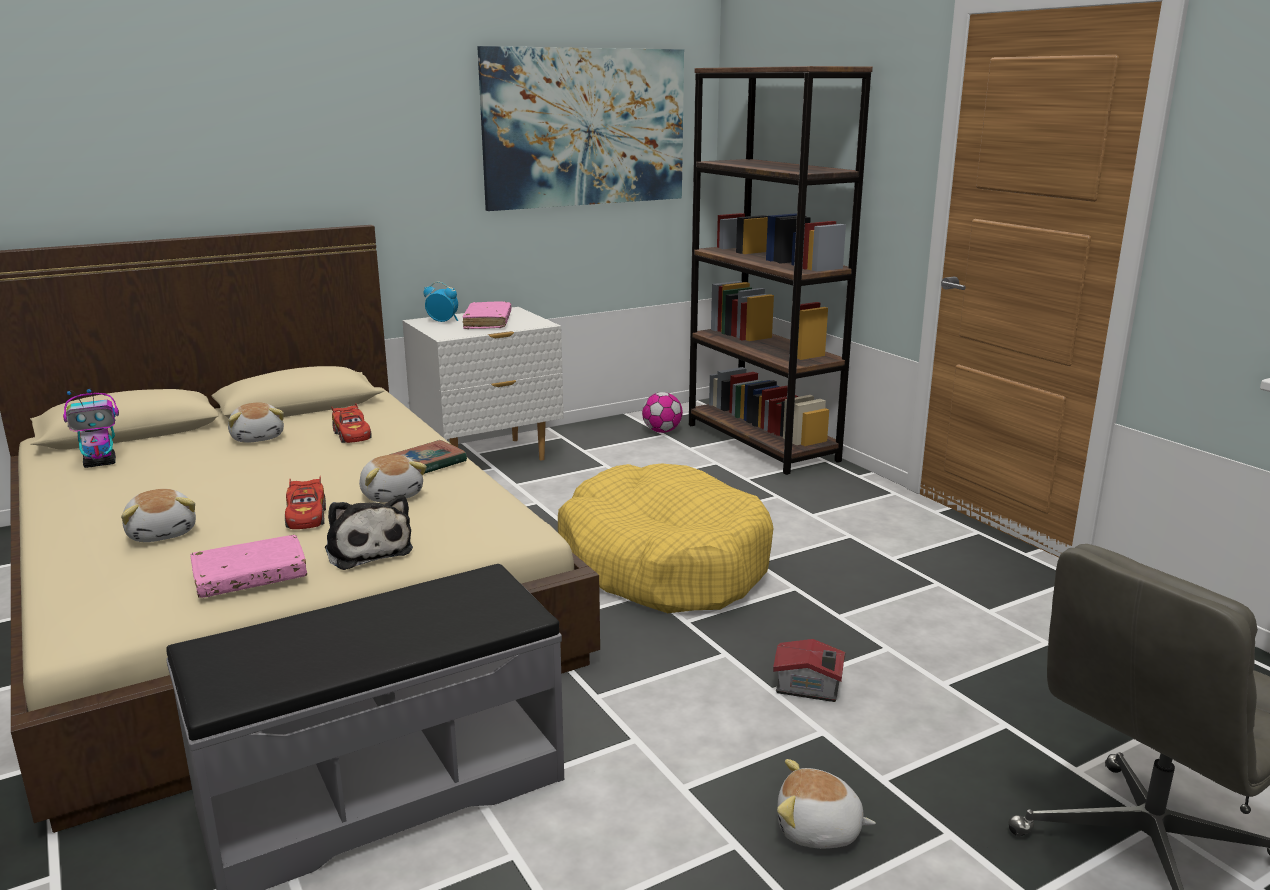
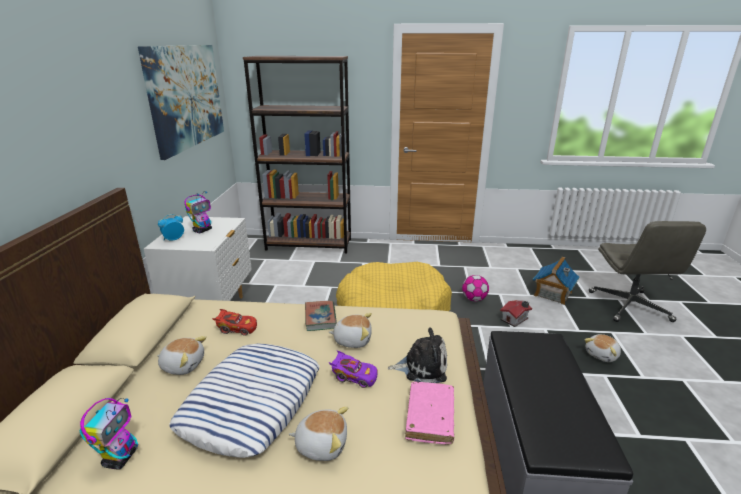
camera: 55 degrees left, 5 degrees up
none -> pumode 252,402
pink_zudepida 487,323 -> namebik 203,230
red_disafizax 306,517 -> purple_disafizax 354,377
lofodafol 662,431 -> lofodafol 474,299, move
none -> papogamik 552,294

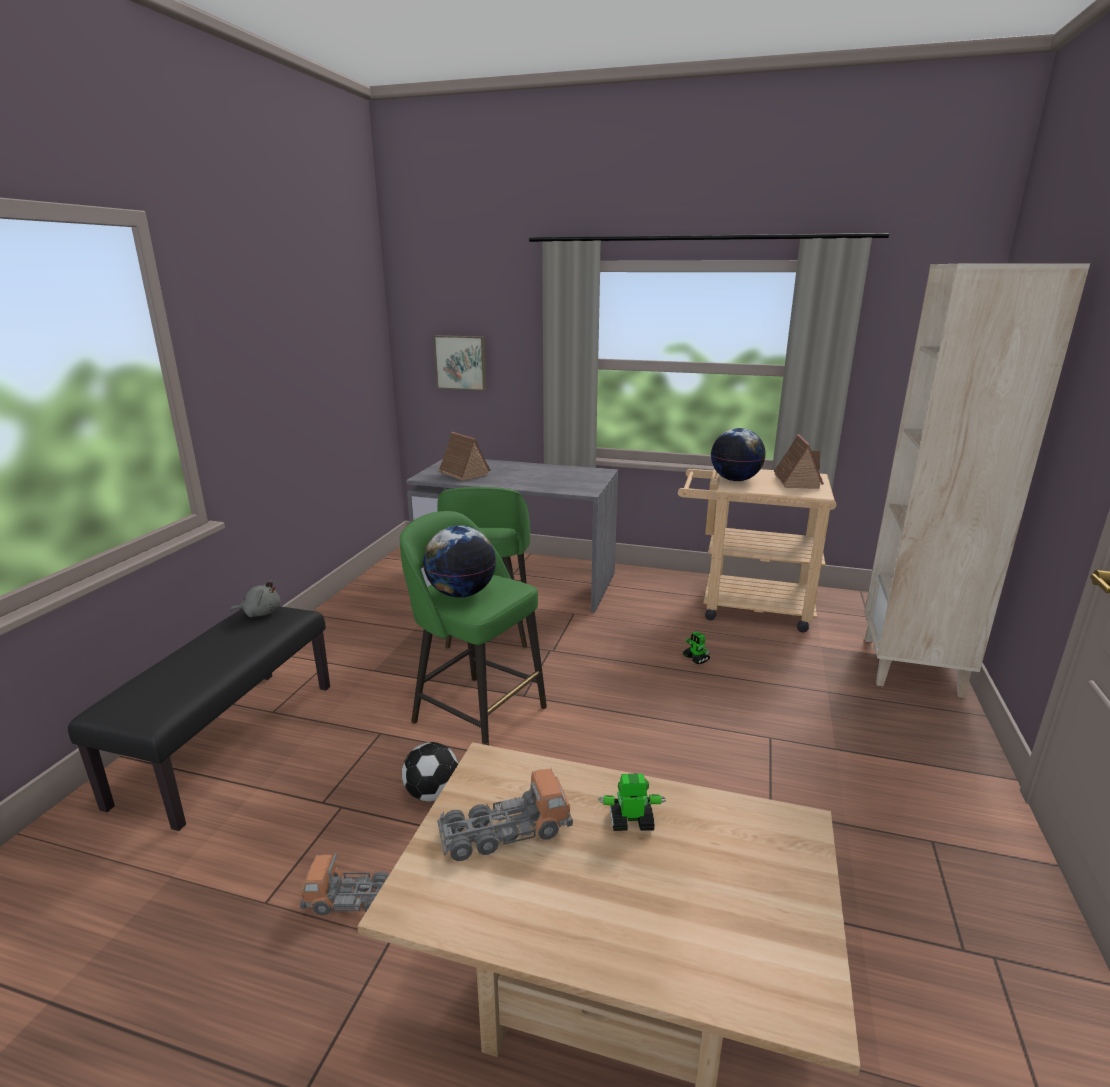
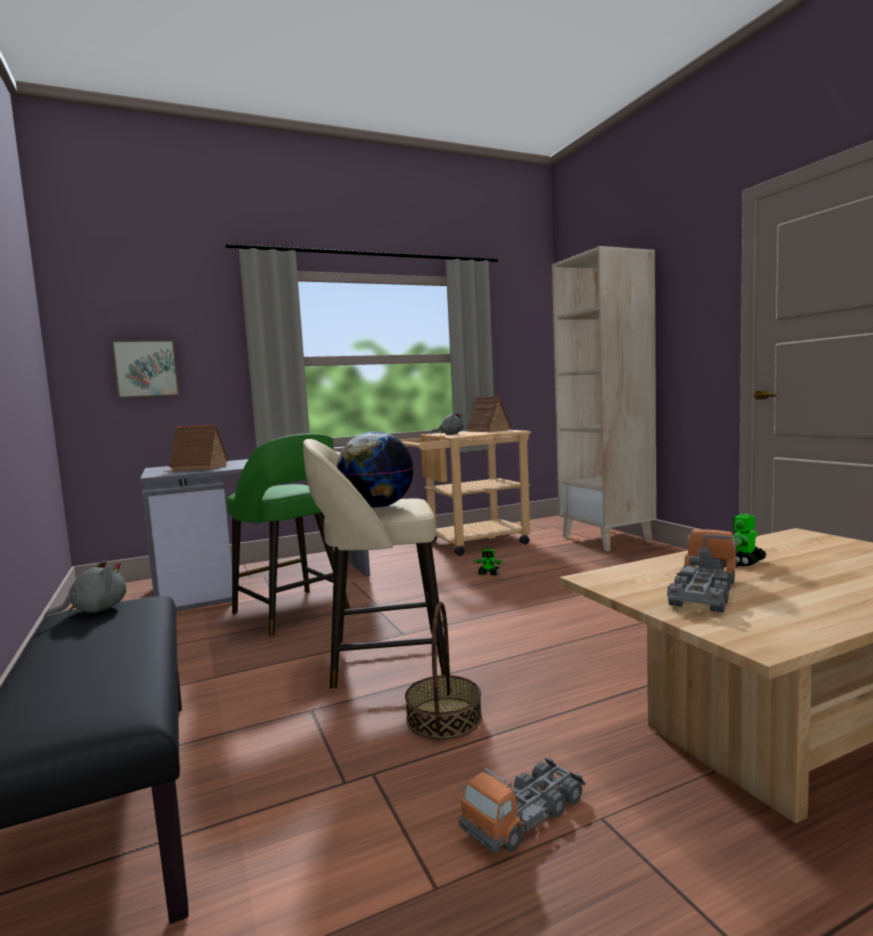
camera: 40 degrees left, 15 degrees down
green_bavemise 476,713 -> beige_bavemise 383,658
lofodafol 432,793 -> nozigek 443,718
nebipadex 735,480 -> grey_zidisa 450,434

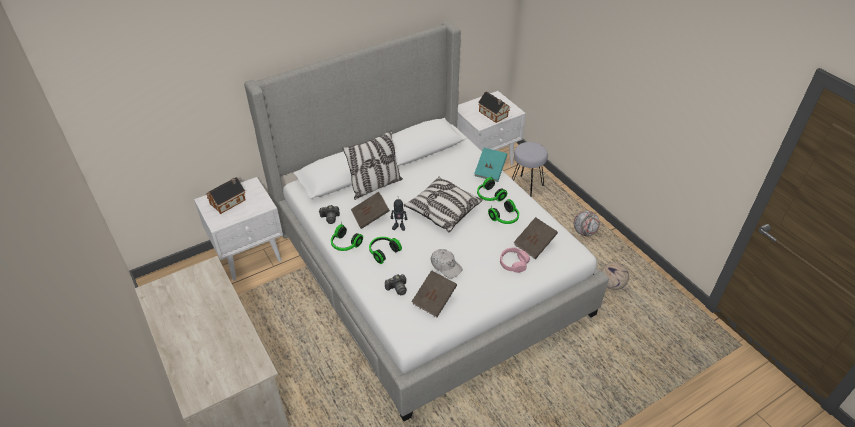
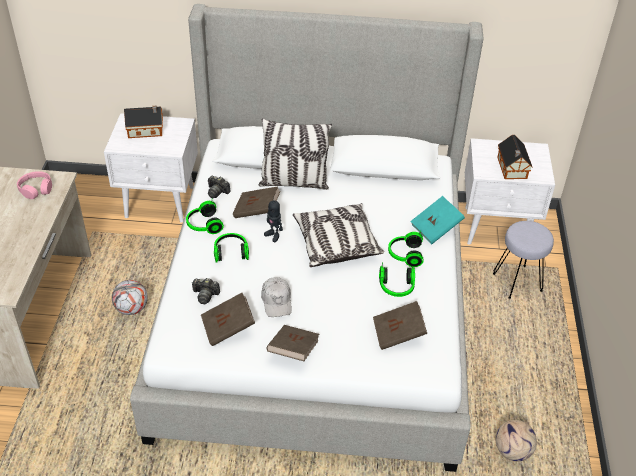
camera: 35 degrees right, 0 degrees up
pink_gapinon 513,263 -> pink_gapinon 36,189, move
lofodafol 584,232 -> lofodafol 132,309, move
none -> brown_zudepida 293,351

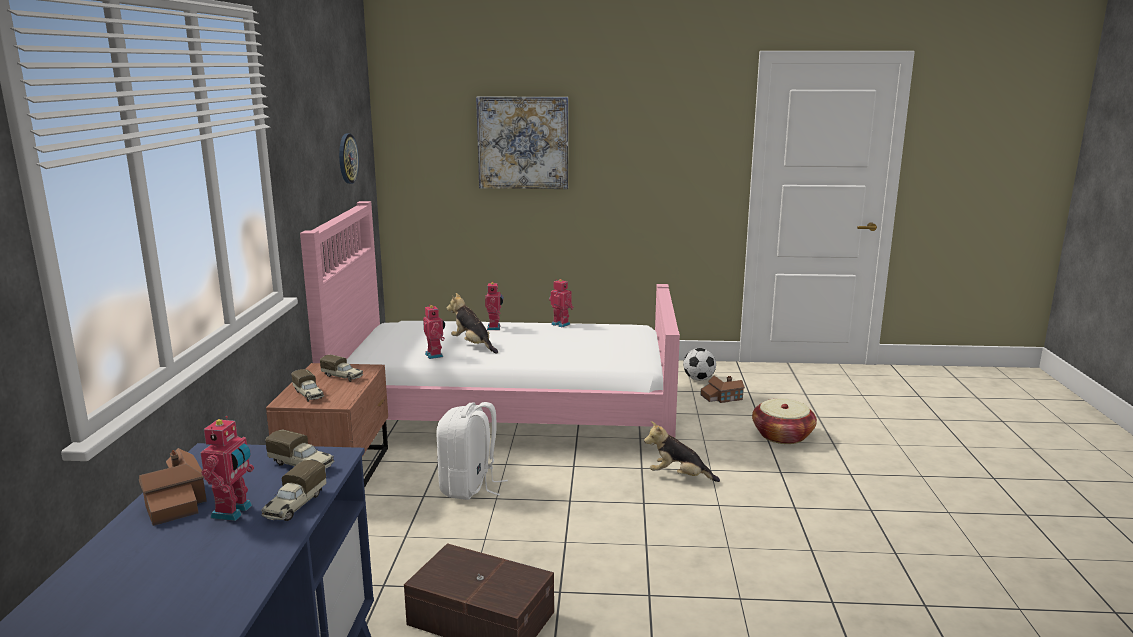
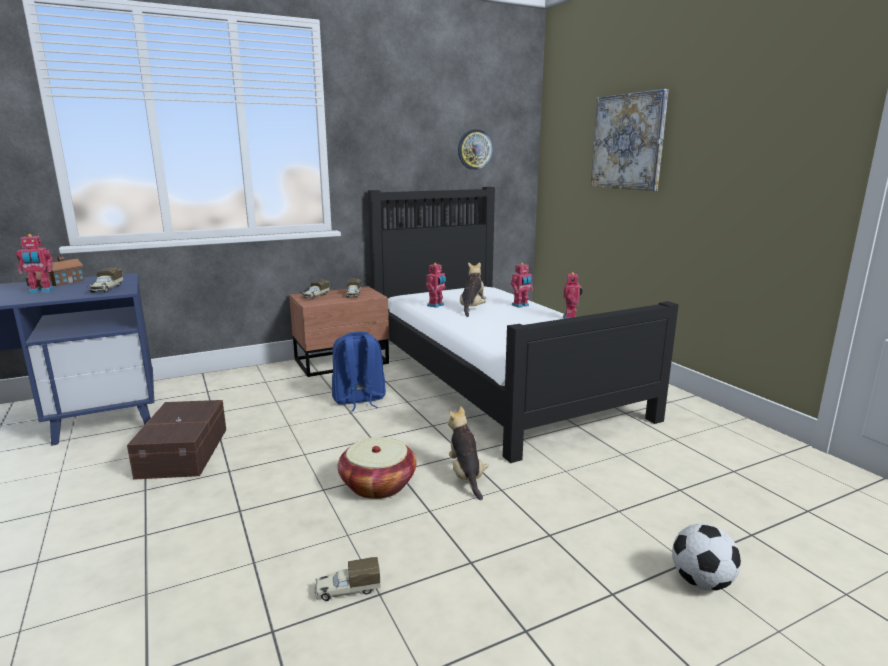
camera: 60 degrees right, 0 degrees up
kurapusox 294,506 -> kurapusox 347,590, move
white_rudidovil 469,487 -> blue_rudidovil 359,400
nozigek 782,435 -> nozigek 378,485, move
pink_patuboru 505,411 -> black_patuboru 494,378
lofodafol 698,379 -> lofodafol 701,582, move
papogamik 721,397 -> none

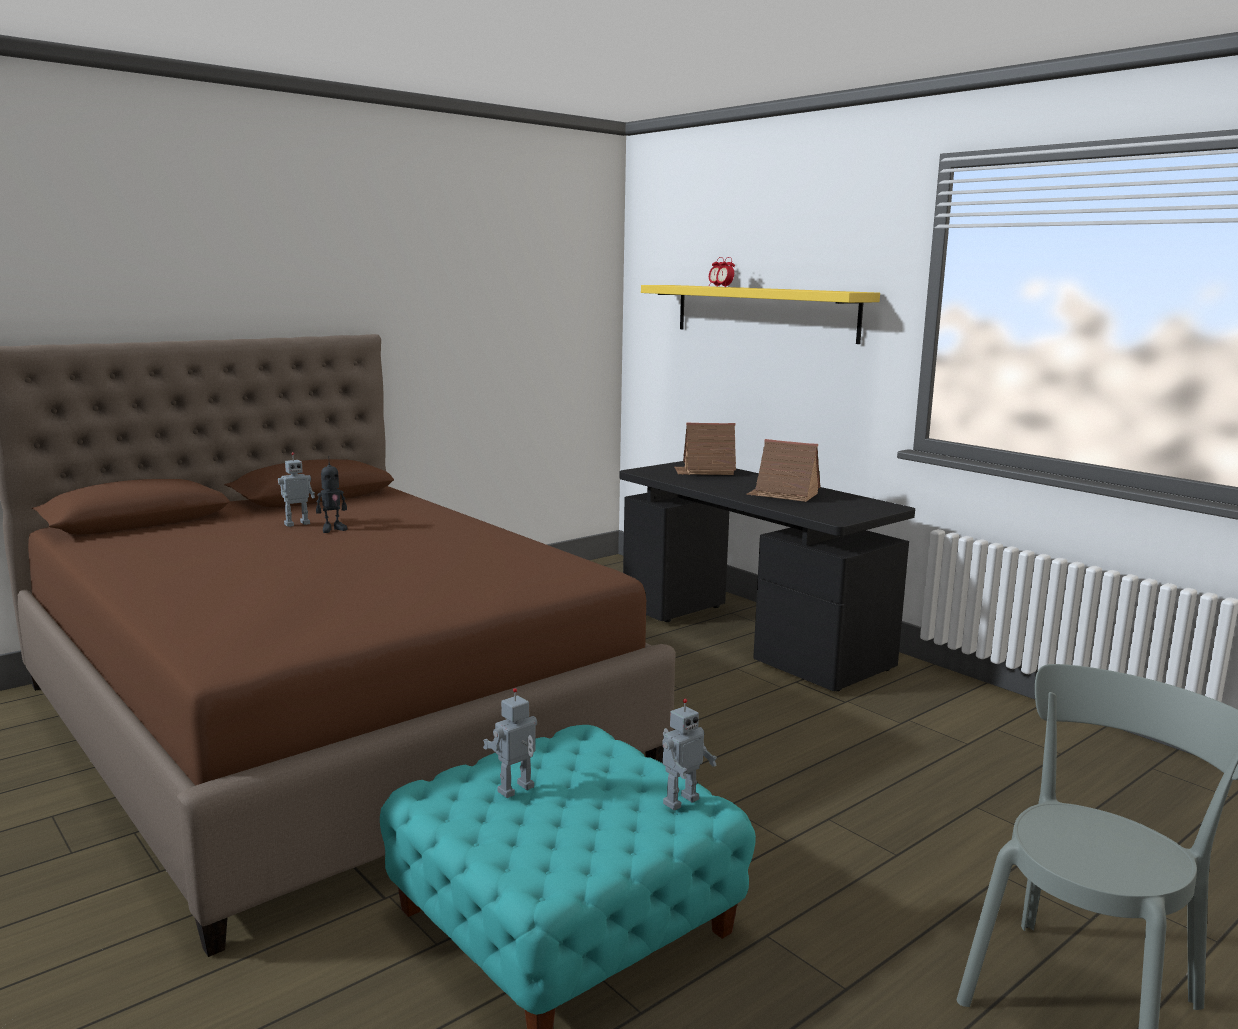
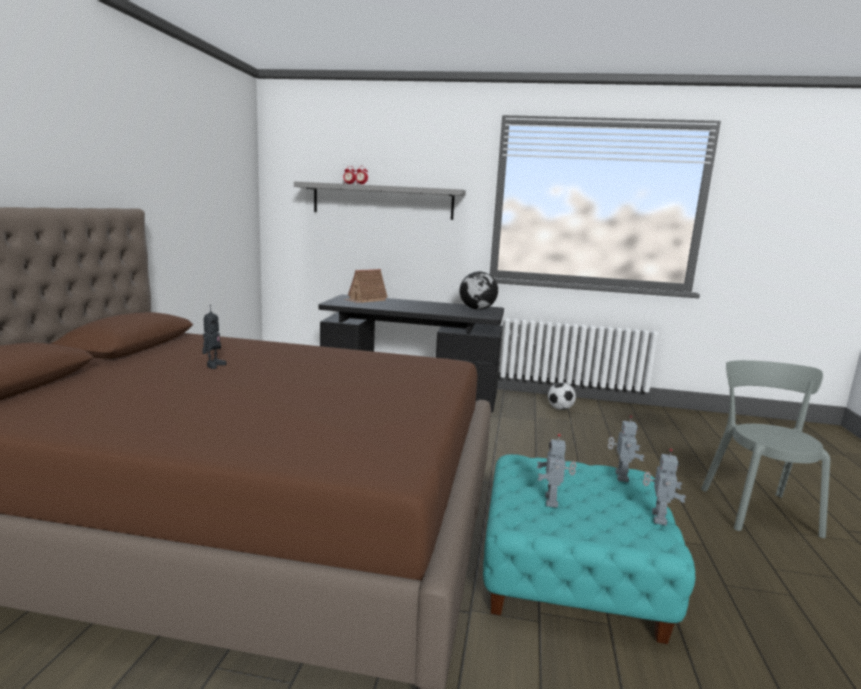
camera: 40 degrees left, 0 degrees up
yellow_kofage 763,312 -> grey_kofage 382,201
none -> nebipadex 477,309
none -> lofodafol 560,409
namebik 297,524 -> namebik 657,518, move
papogamik 783,494 -> none

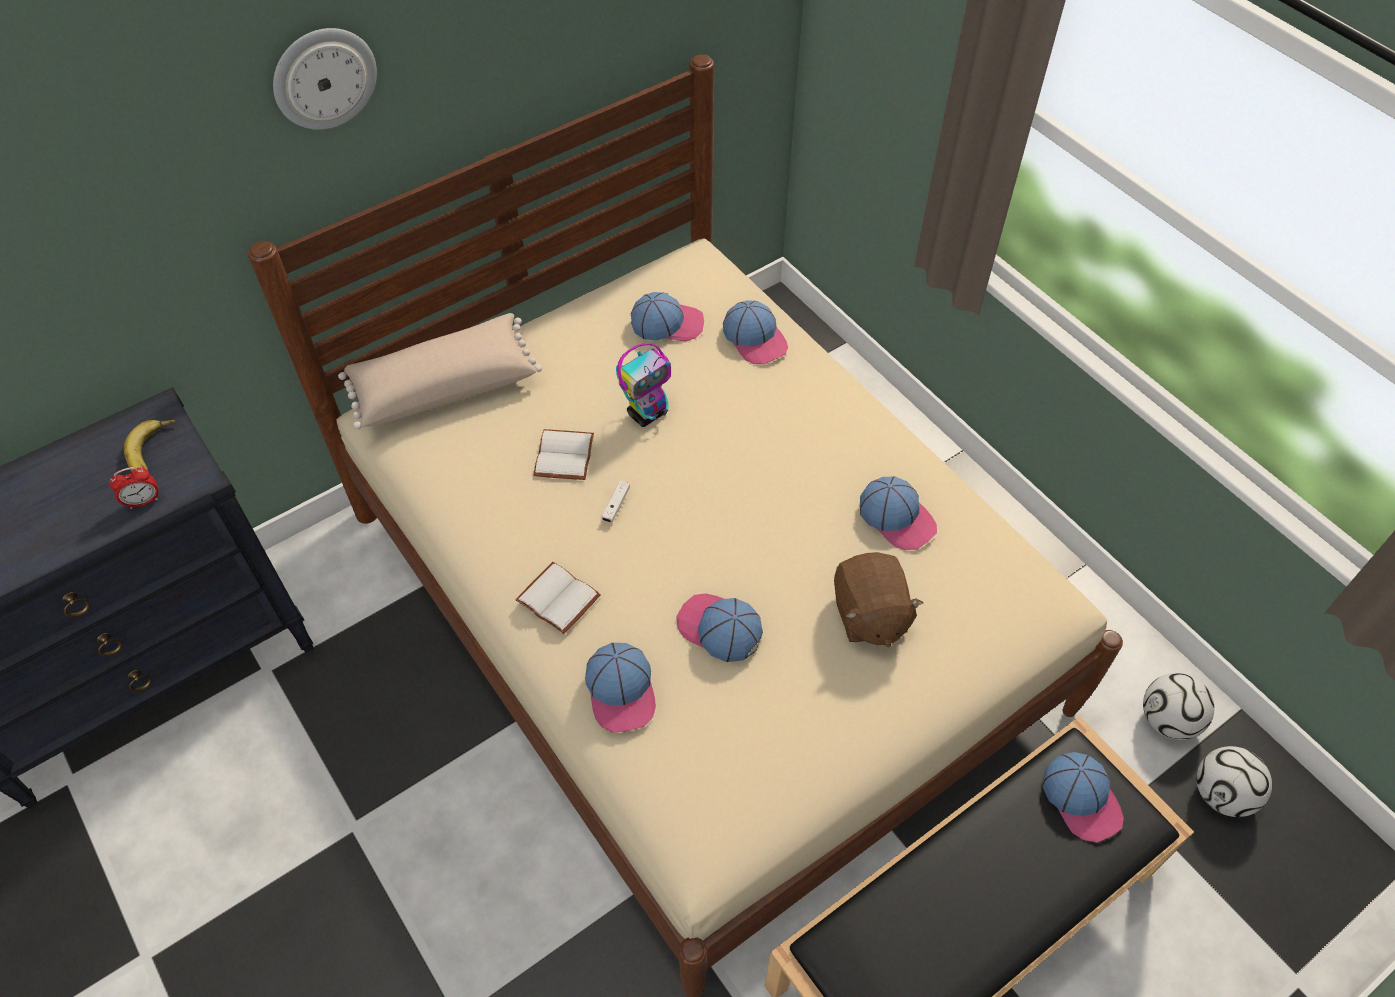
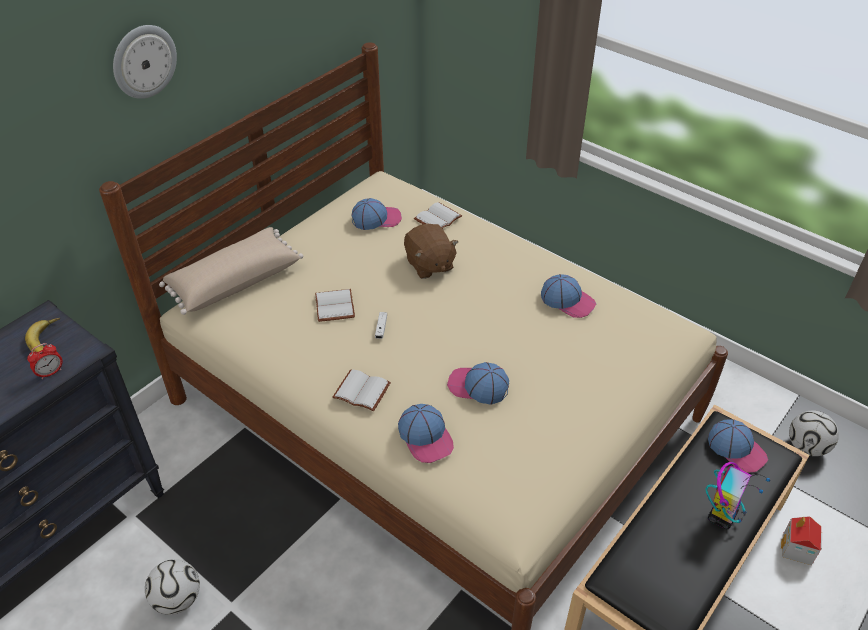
camera: 15 degrees left, 10 degrees down
lofodafol 1167,720 -> lofodafol 177,599, move
brown_zidisa 869,615 -> brown_zidisa 429,265, move
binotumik 755,338 -> white_zudepida 437,217
namebik 648,413 -> namebik 722,515, move
none -> papogamik 797,549

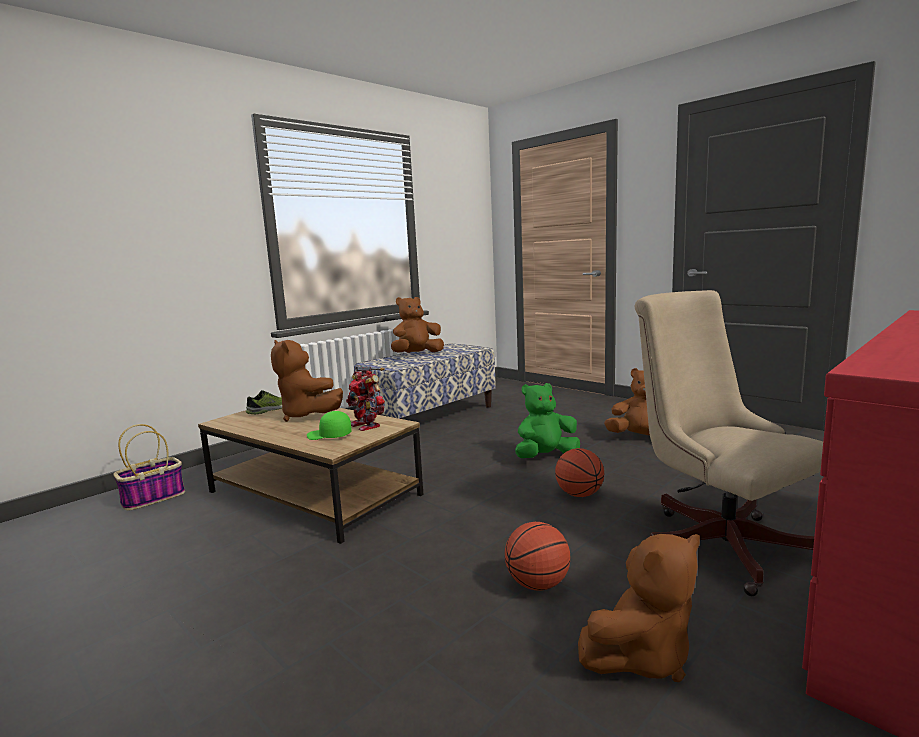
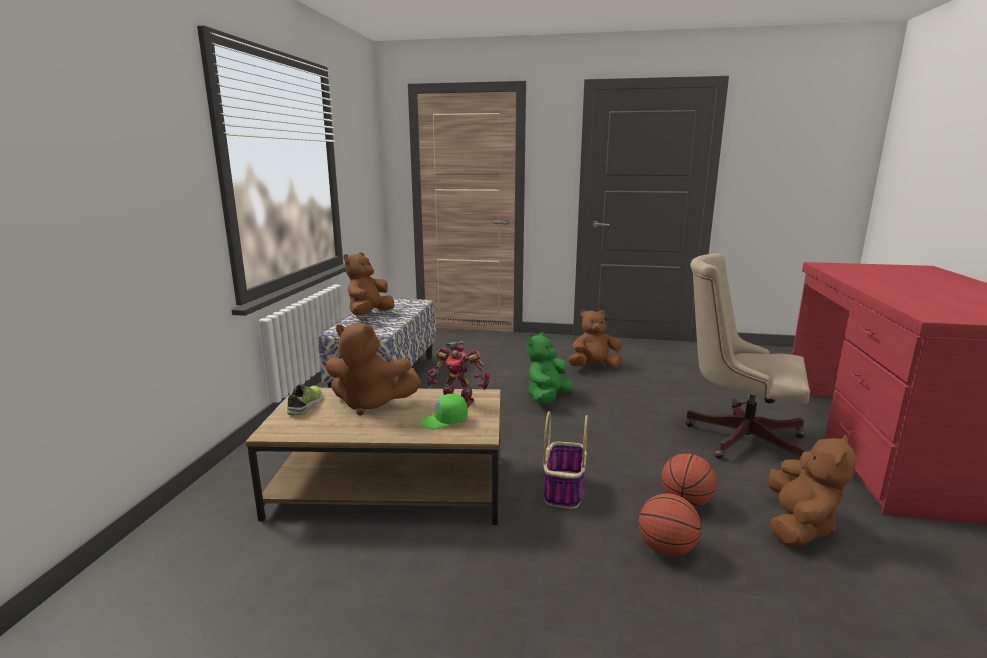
camera: 35 degrees left, 5 degrees up
nozigek 154,498 -> nozigek 563,489, move
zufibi 579,494 -> zufibi 666,549, move

